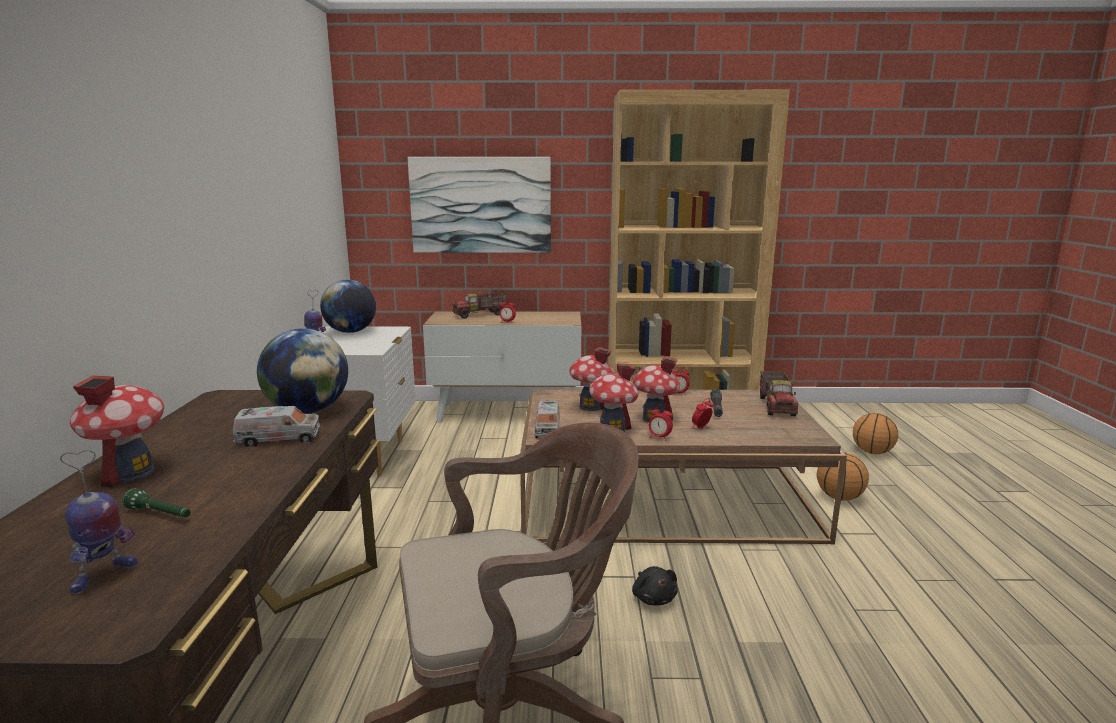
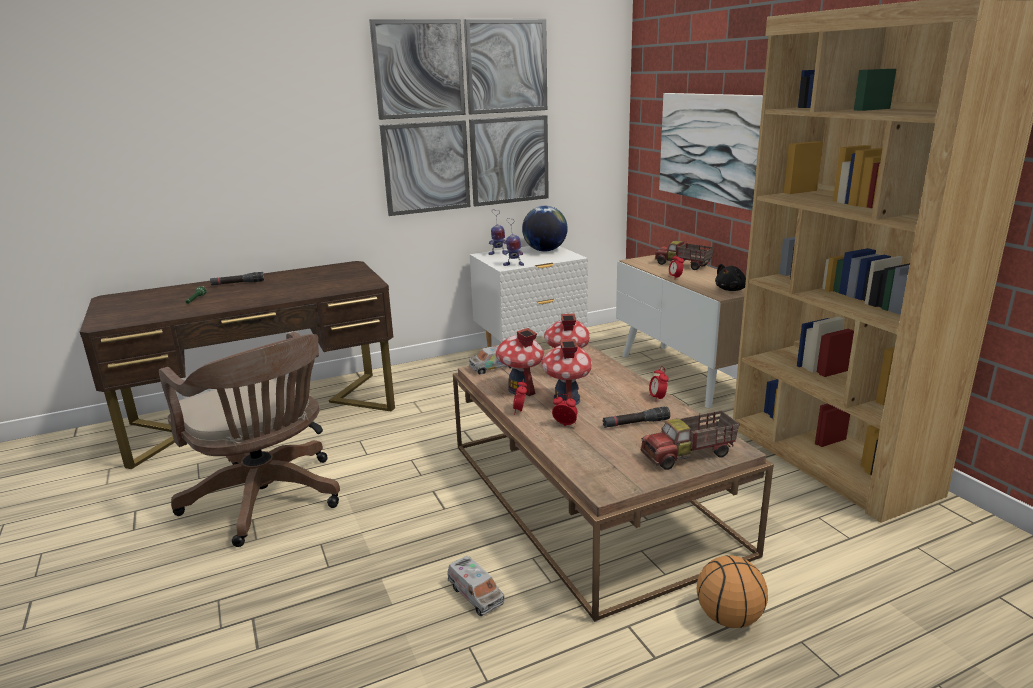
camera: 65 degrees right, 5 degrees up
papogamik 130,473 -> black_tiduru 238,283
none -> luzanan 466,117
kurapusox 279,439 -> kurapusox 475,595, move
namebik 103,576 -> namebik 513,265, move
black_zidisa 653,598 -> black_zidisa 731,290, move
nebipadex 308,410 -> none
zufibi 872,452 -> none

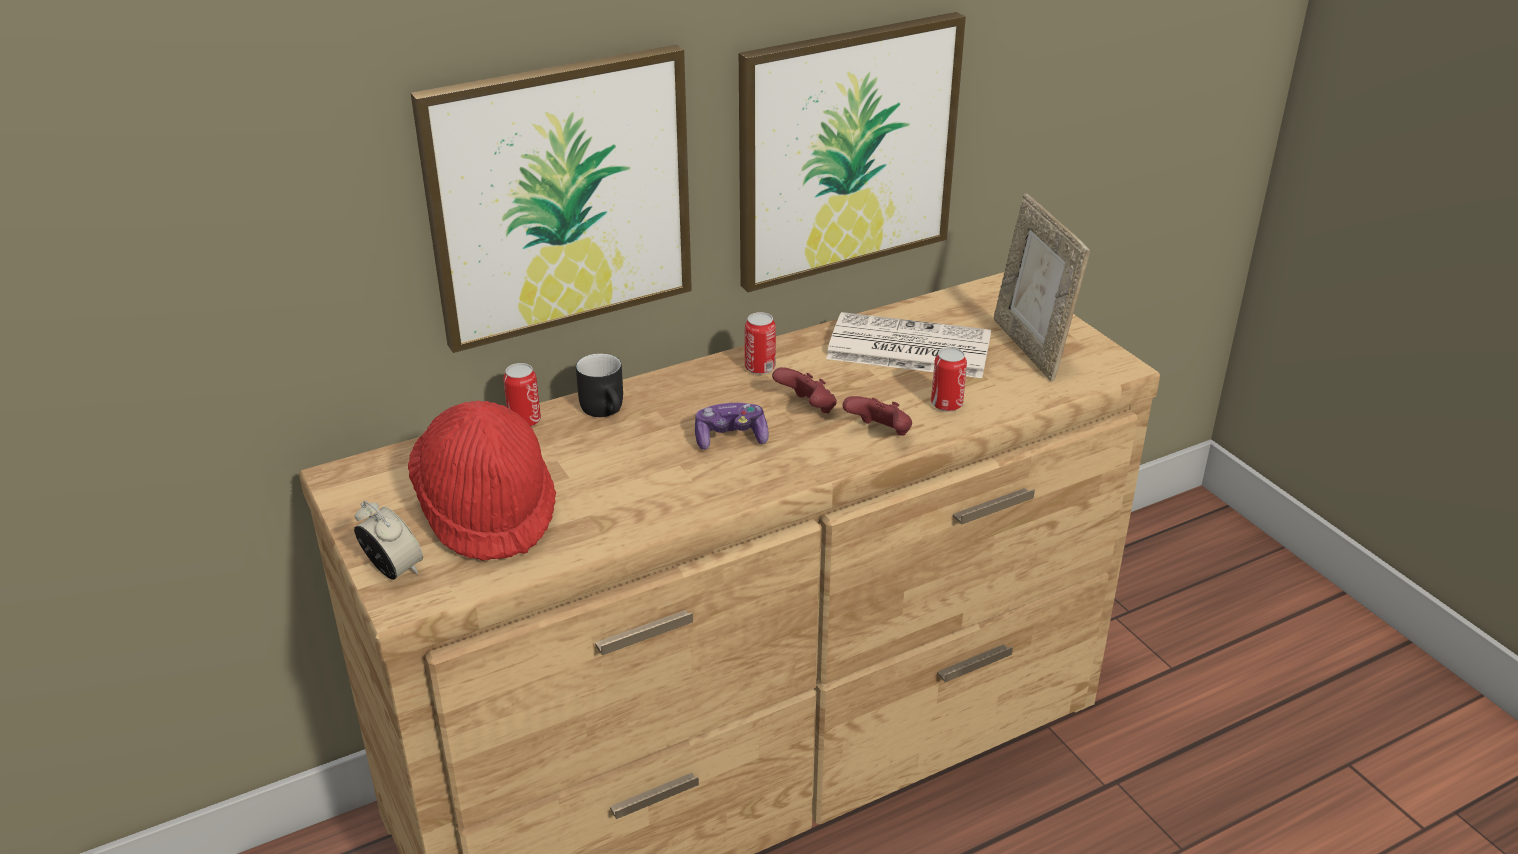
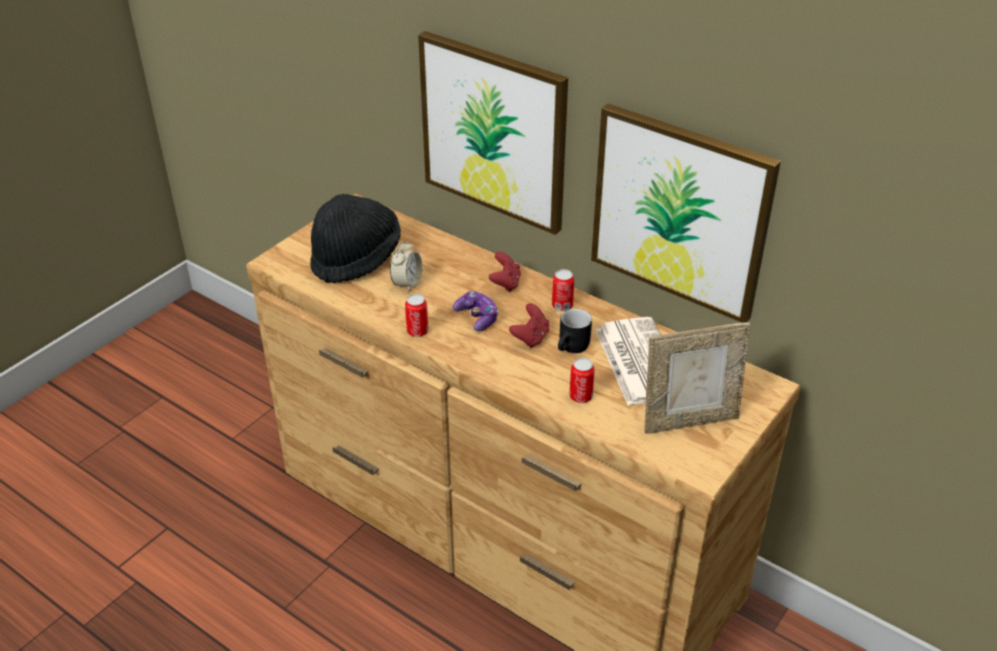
camera: 65 degrees right, 5 degrees up
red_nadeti 487,510 -> black_nadeti 356,258
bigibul 393,570 -> bigibul 407,283, move
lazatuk 524,421 -> lazatuk 417,331, move
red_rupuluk 880,433 -> red_rupuluk 505,283, move
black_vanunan 607,409 -> black_vanunan 573,348, move
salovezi 1030,348 -> salovezi 689,420, 150 degrees counterclockwise

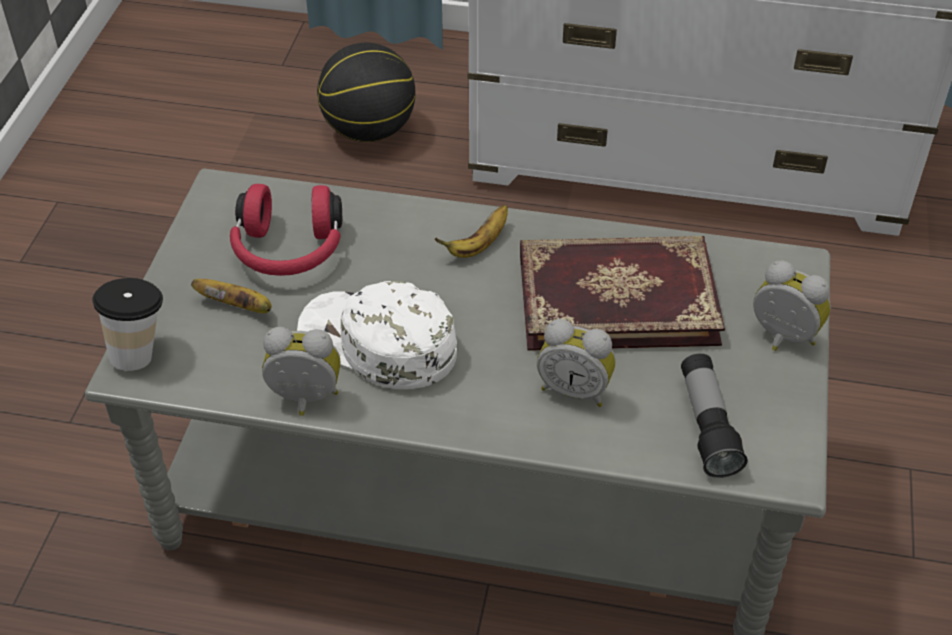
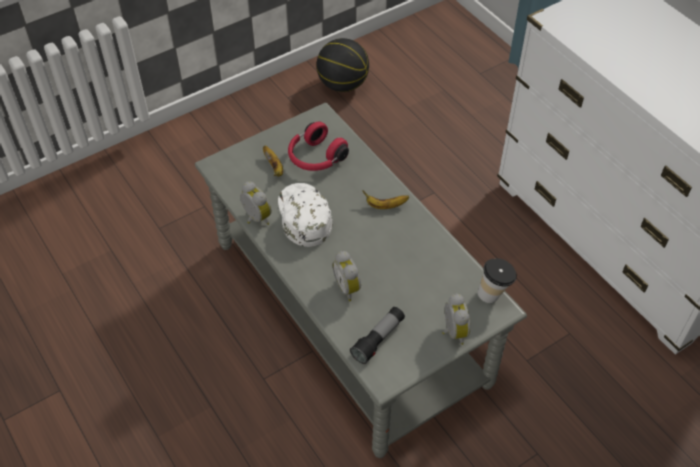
camera: 45 degrees right, 5 degrees up
zufibi 368,130 -> zufibi 343,84, move
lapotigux 140,351 -> lapotigux 494,294, move
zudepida 616,295 -> none

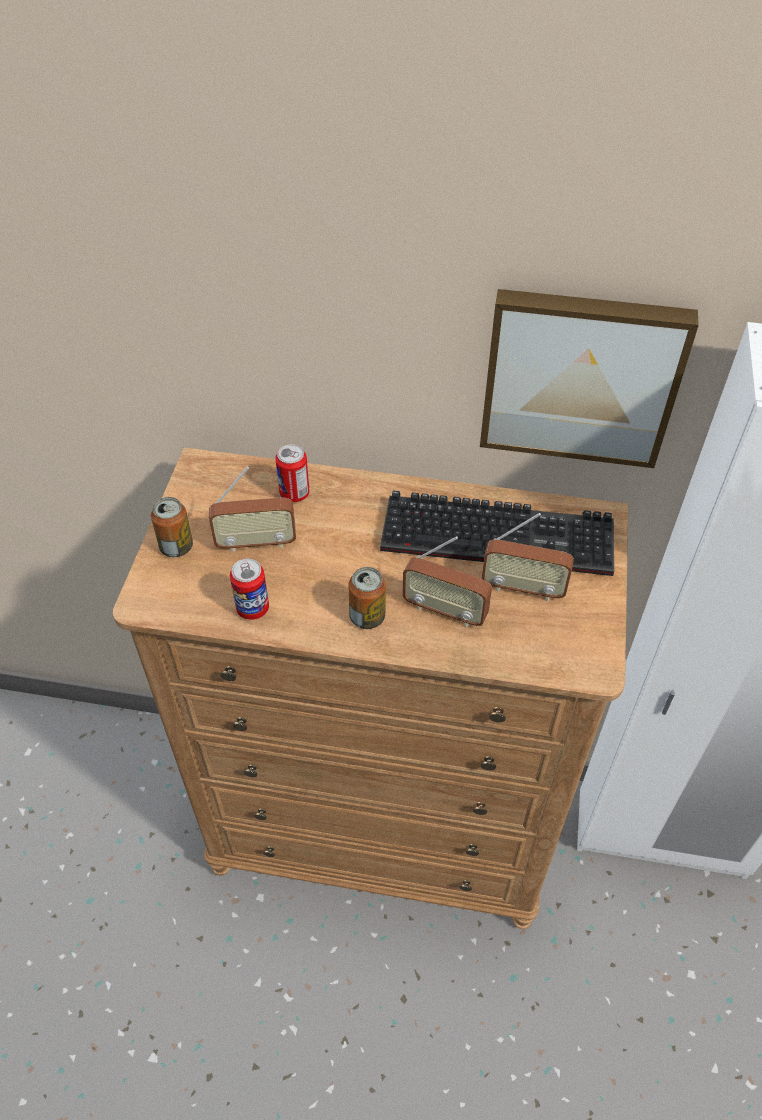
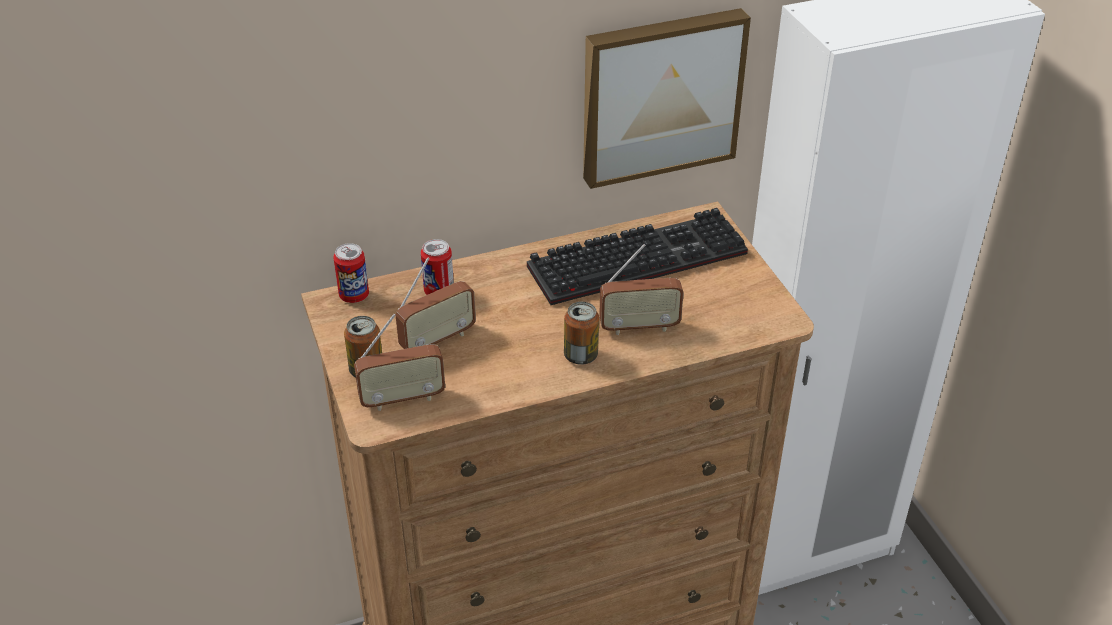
camera: 30 degrees left, 10 degrees down
lazatuk 253,608 -> lazatuk 354,296, move
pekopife 523,588 -> pekopife 402,399, move

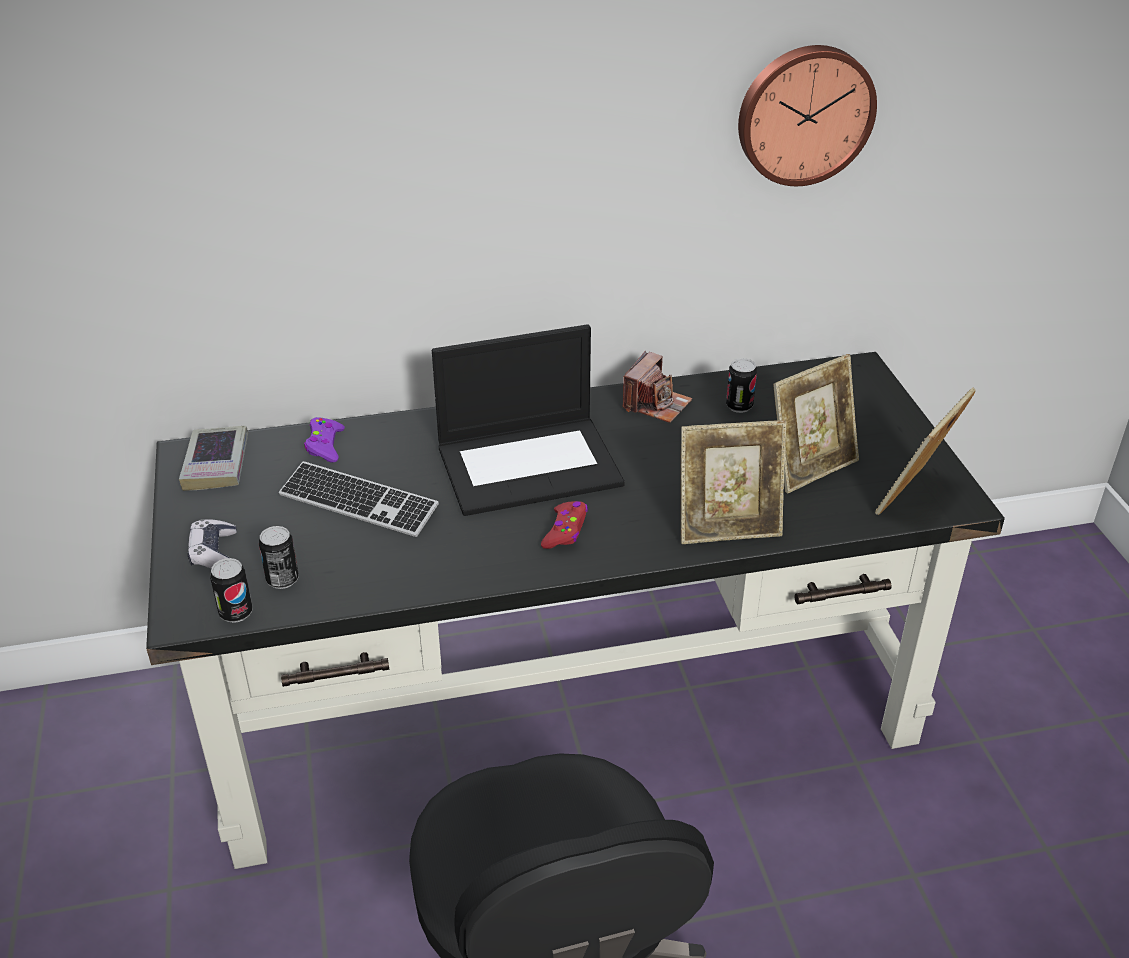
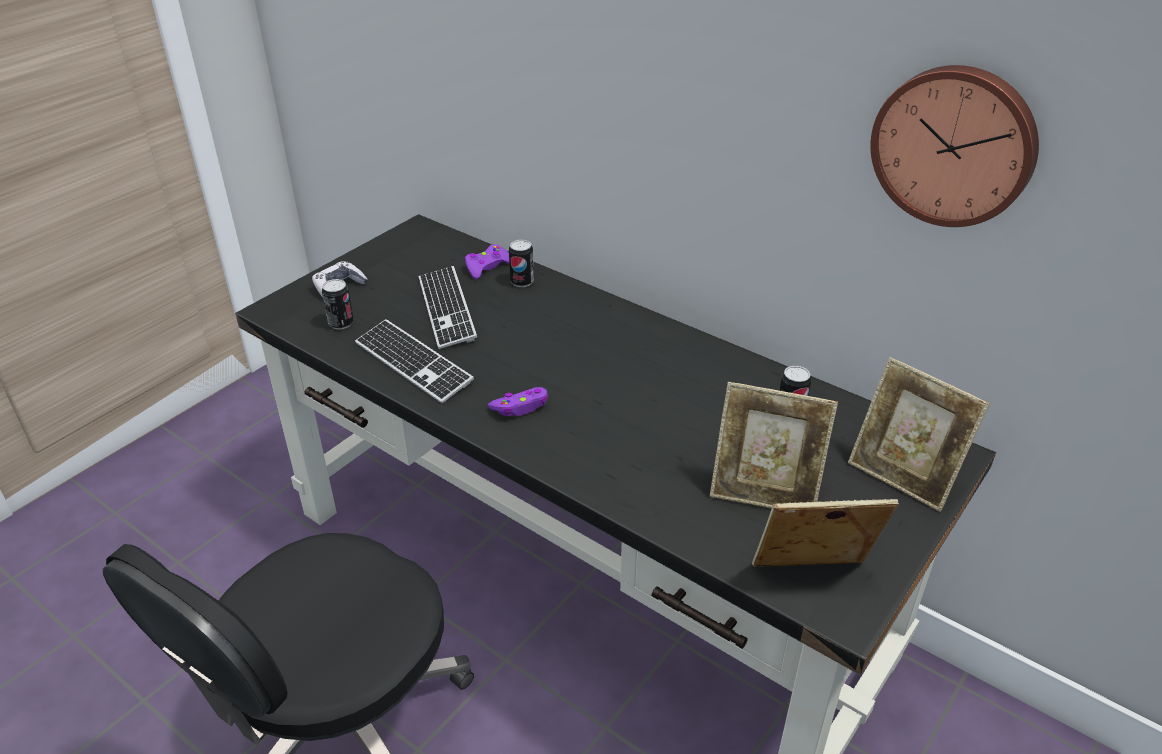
camera: 50 degrees right, 0 degrees up
none -> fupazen 413,363
red_rupuluk 565,531 -> purple_rupuluk 520,407
lazatuk 236,613 -> lazatuk 522,282, move
salovezi 728,528 -> salovezi 903,477, move
zudepida 216,464 -> none
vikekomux 530,464 -> none
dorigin 656,404 -> none

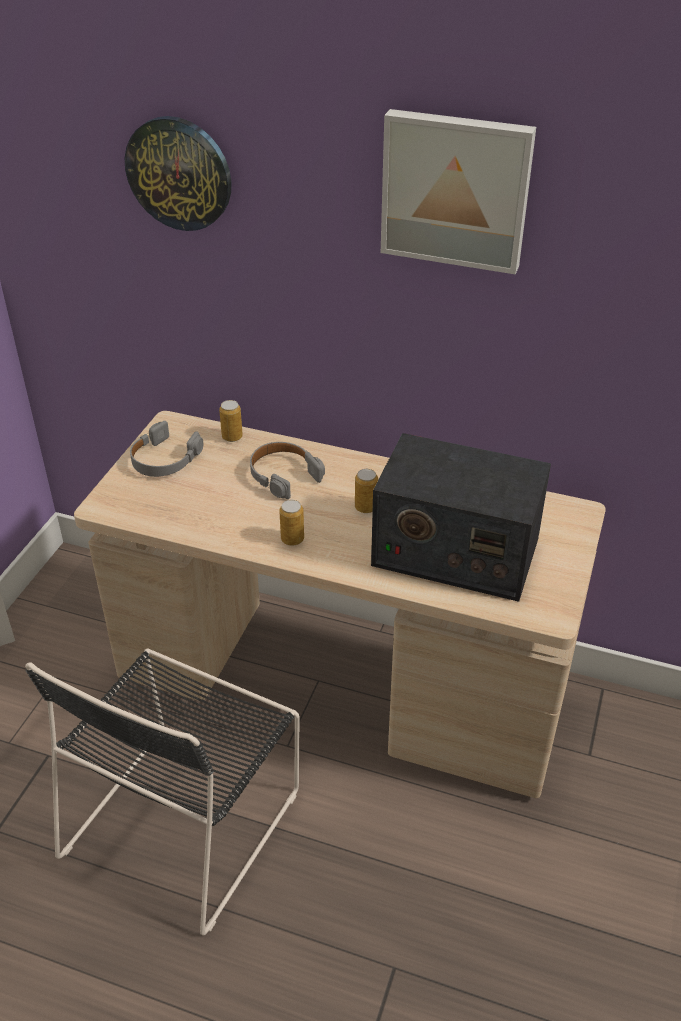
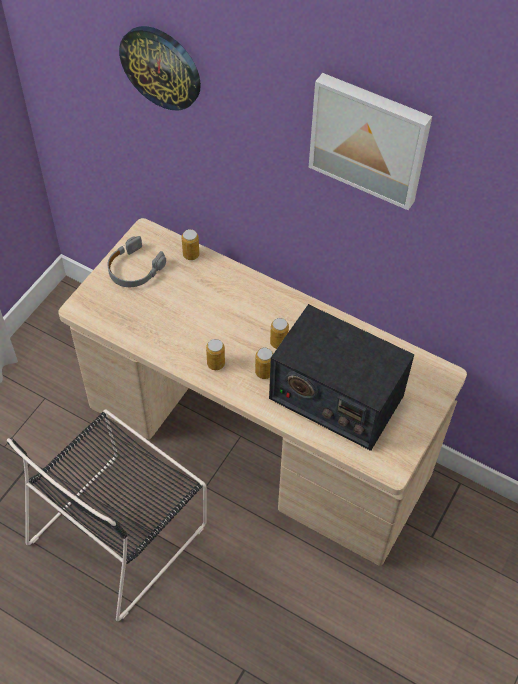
camera: 10 degrees right, 15 degrees up
none -> lazatuk 264,372
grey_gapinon 283,475 -> none

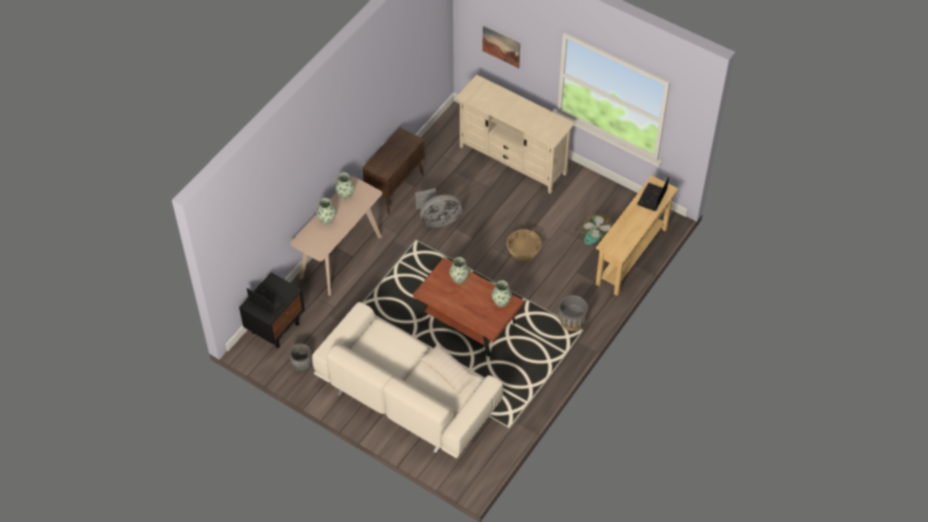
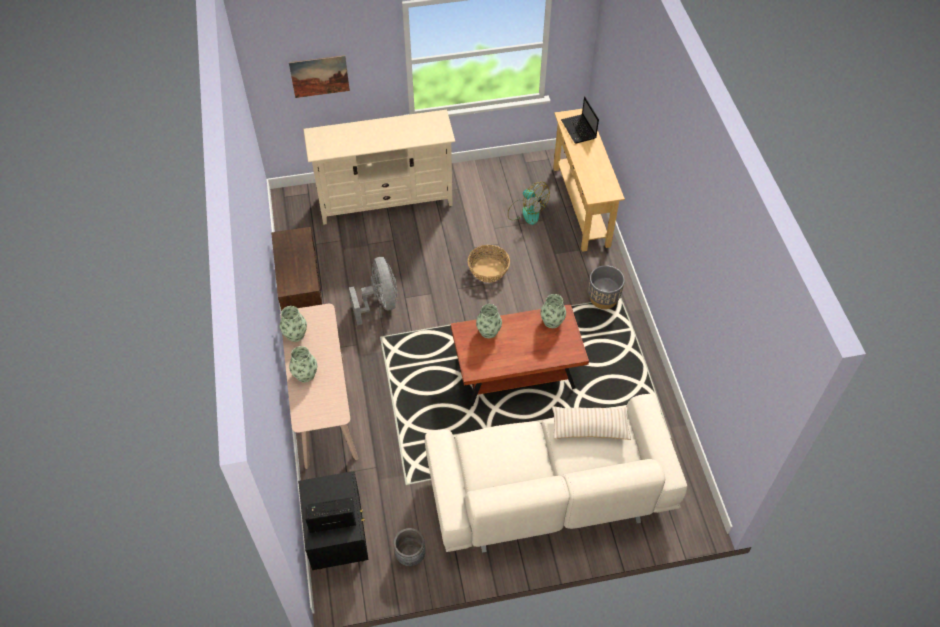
camera: 45 degrees left, 0 degrees up
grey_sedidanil 438,220 -> grey_sedidanil 379,303, 45 degrees counterclockwise

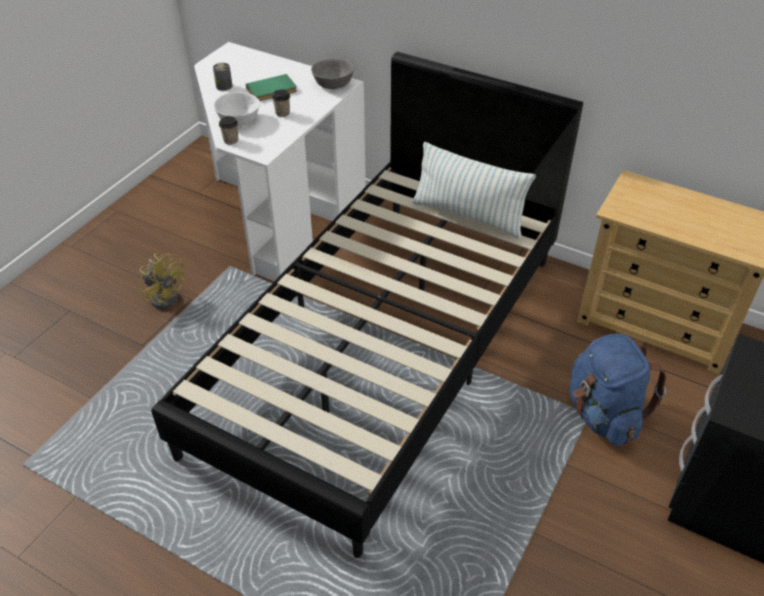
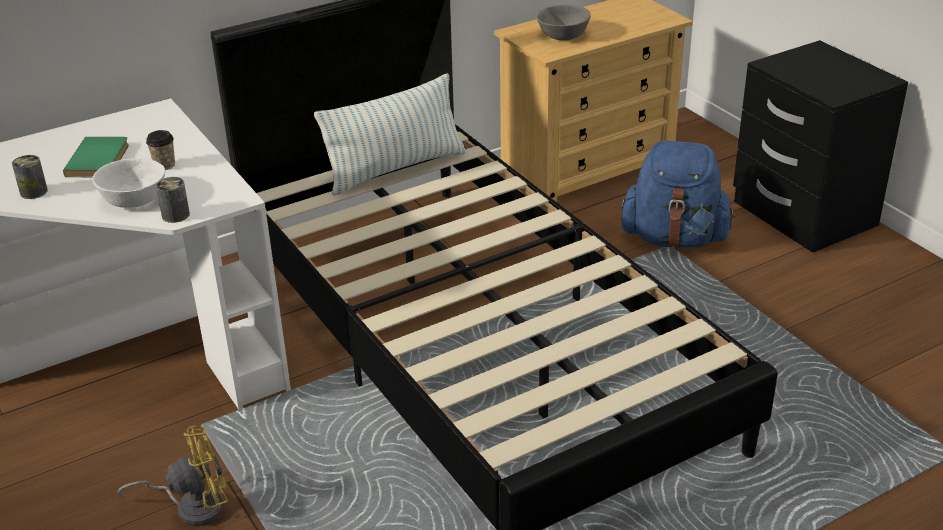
camera: 60 degrees left, 10 degrees down
lapotigux 231,140 -> lazatuk 175,215
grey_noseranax 333,84 -> grey_noseranax 563,35, move

